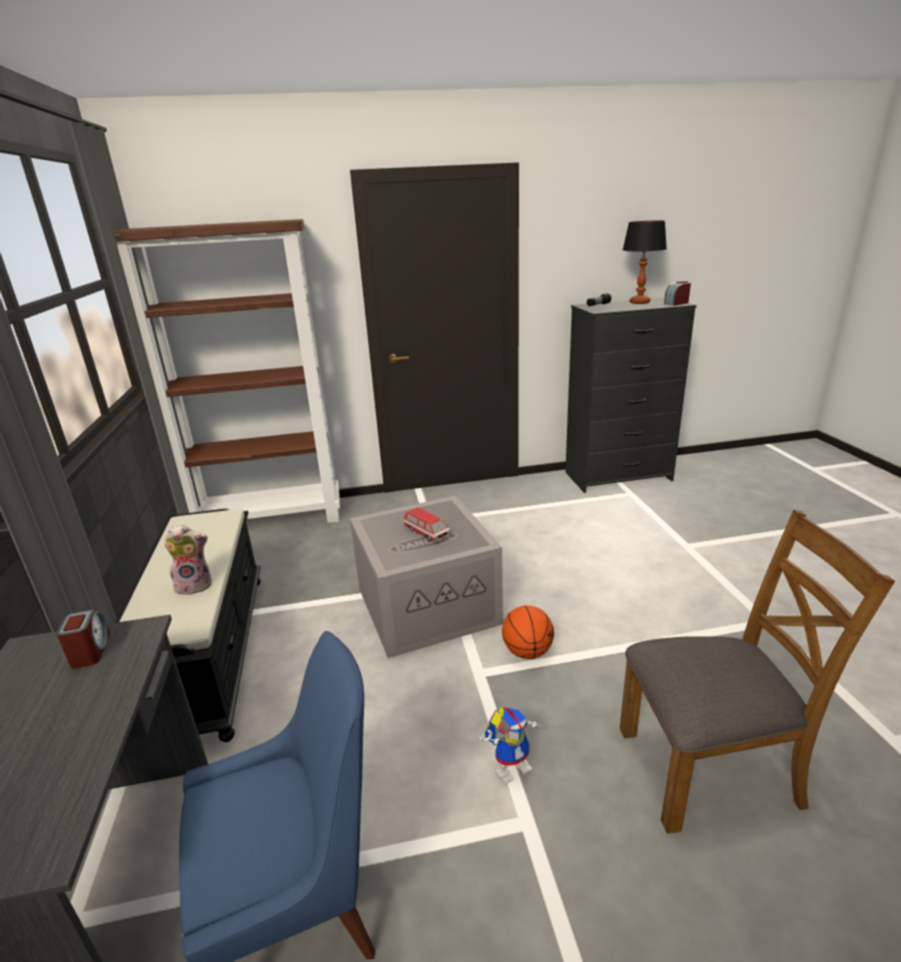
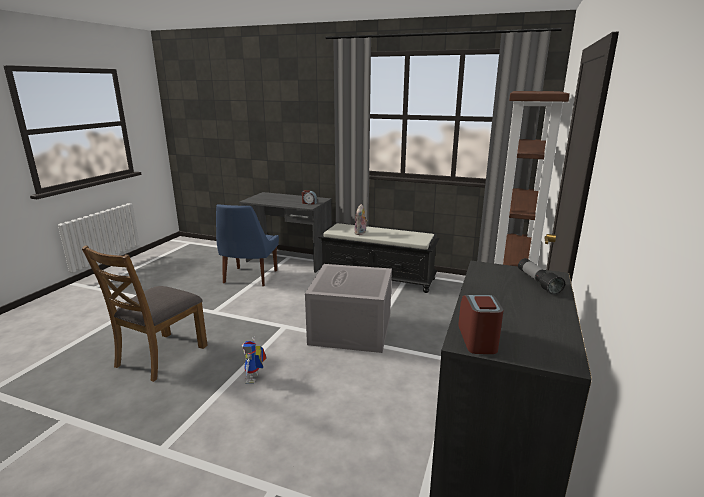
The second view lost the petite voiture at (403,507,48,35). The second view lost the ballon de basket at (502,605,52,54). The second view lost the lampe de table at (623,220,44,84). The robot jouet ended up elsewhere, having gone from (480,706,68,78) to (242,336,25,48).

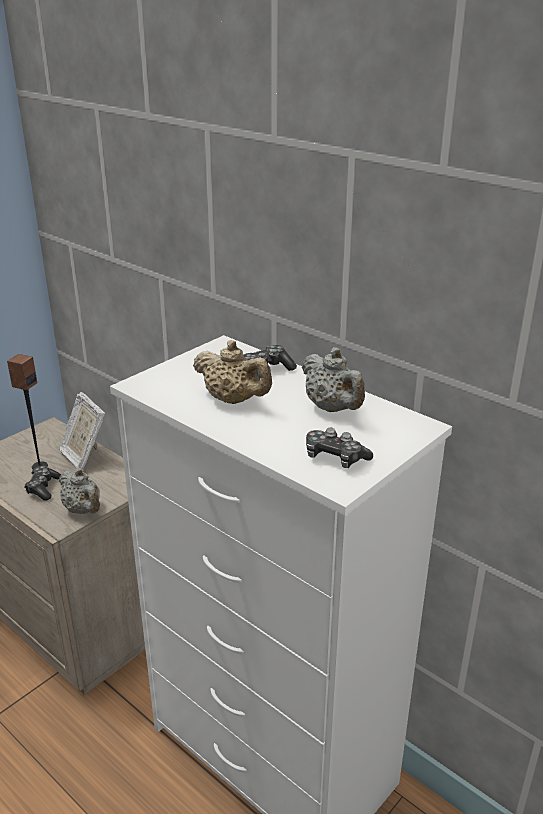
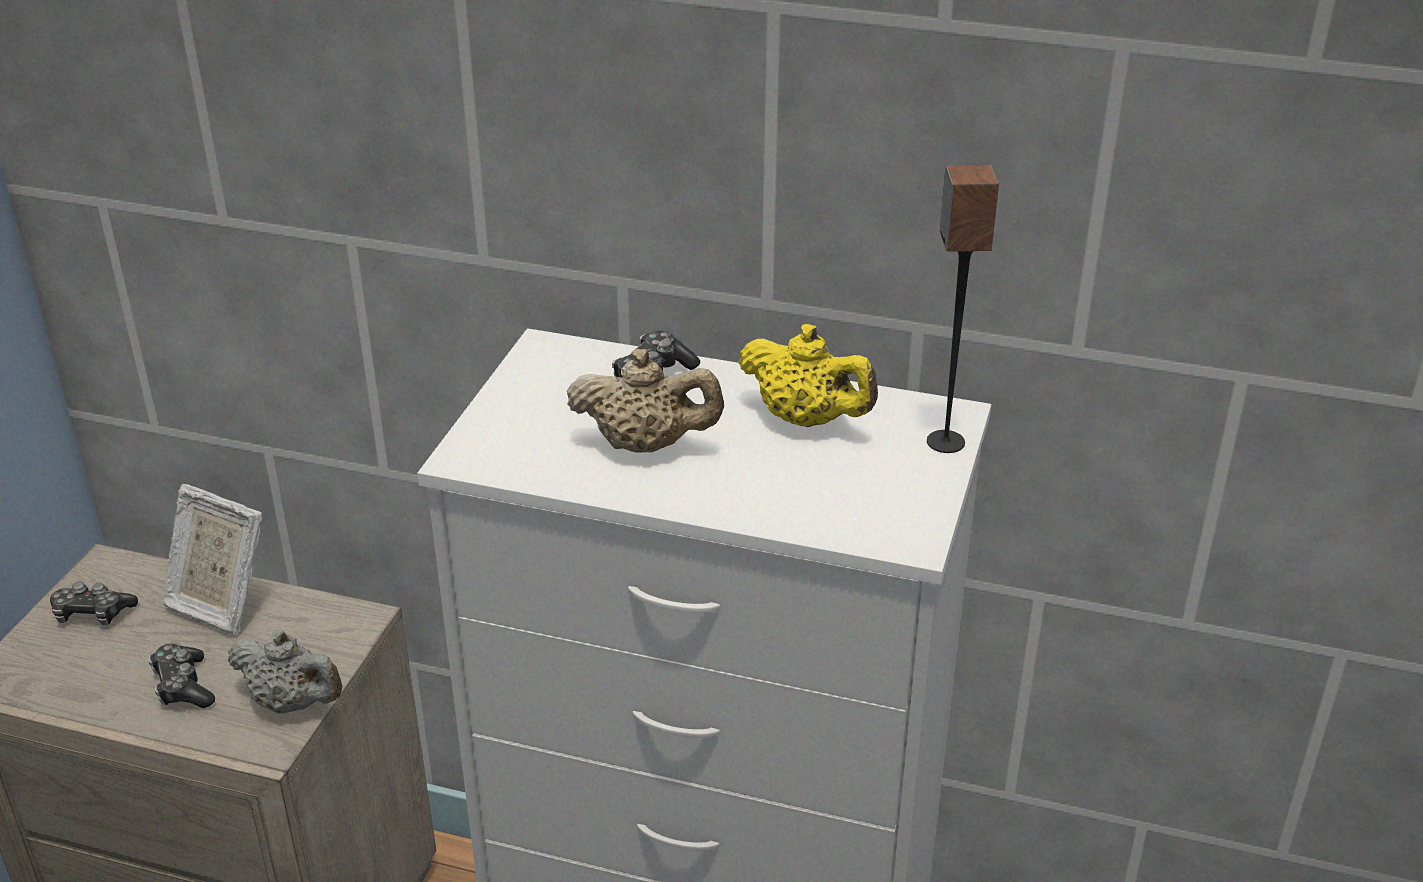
The enceinte ended up elsewhere, having gone from (7,354,41,115) to (927,165,72,288). The manette ended up elsewhere, having gone from (306,427,67,41) to (50,582,88,43). What was the théière (gris) at (302,347,63,65) turned into the théière (jaune) at (738,324,140,103).

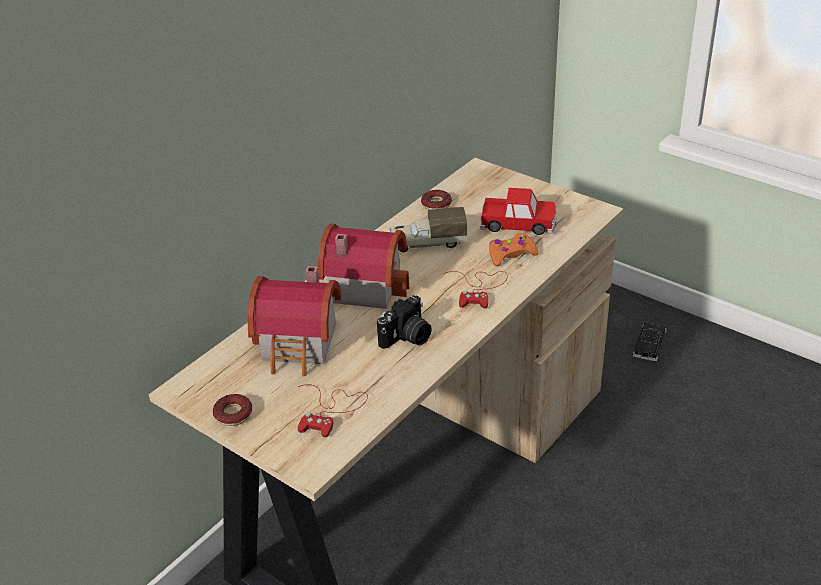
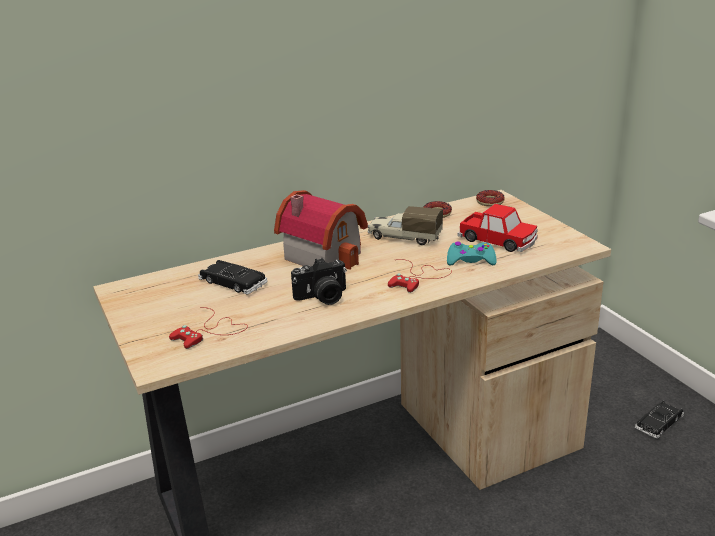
The beignet ended up elsewhere, having gone from (213,394,39,32) to (476,190,29,17). Where the maison miniature stood at (247,266,95,110), the petite voiture (noir) came to stand at (198,260,70,35). What was the manette (orange) at (489,233,50,33) turned into the manette (turquoise) at (447,242,50,24).

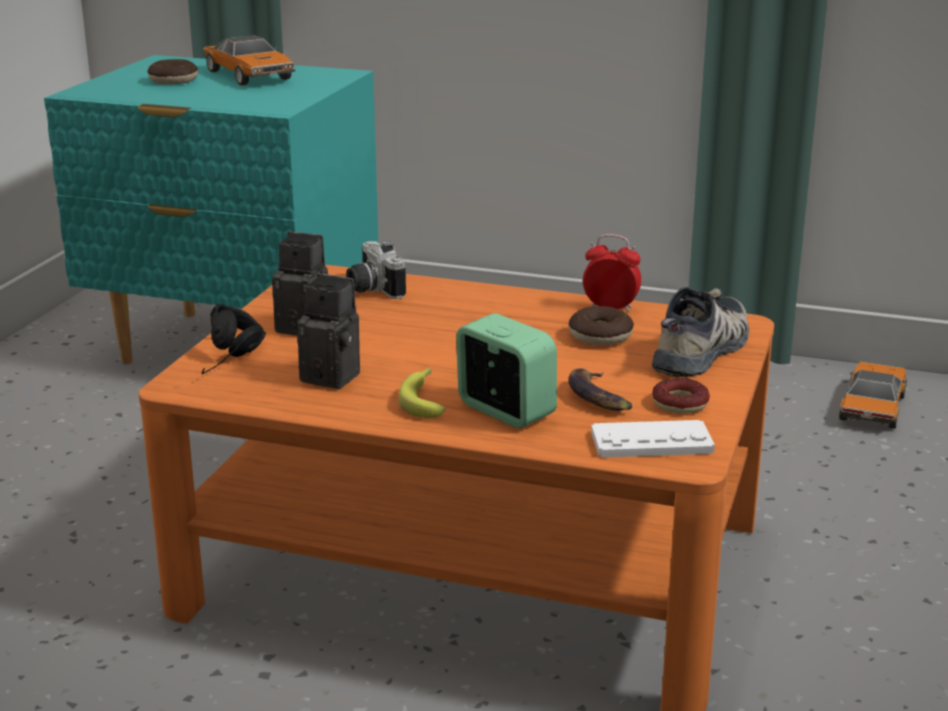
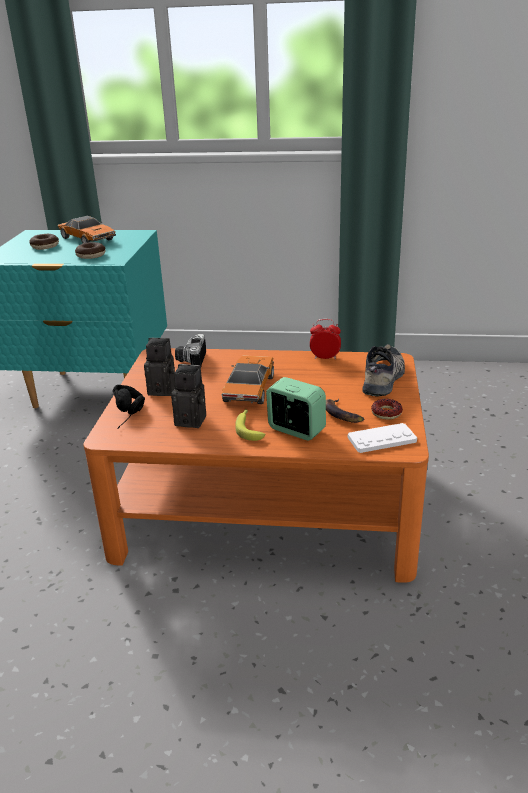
The beignet ended up elsewhere, having gone from (569,306,65,39) to (75,242,30,17). The petite voiture ended up elsewhere, having gone from (839,362,68,67) to (221,355,53,49). The appareil photo at (346,241,60,58) ended up facing another way, 45 degrees clockwise from before.

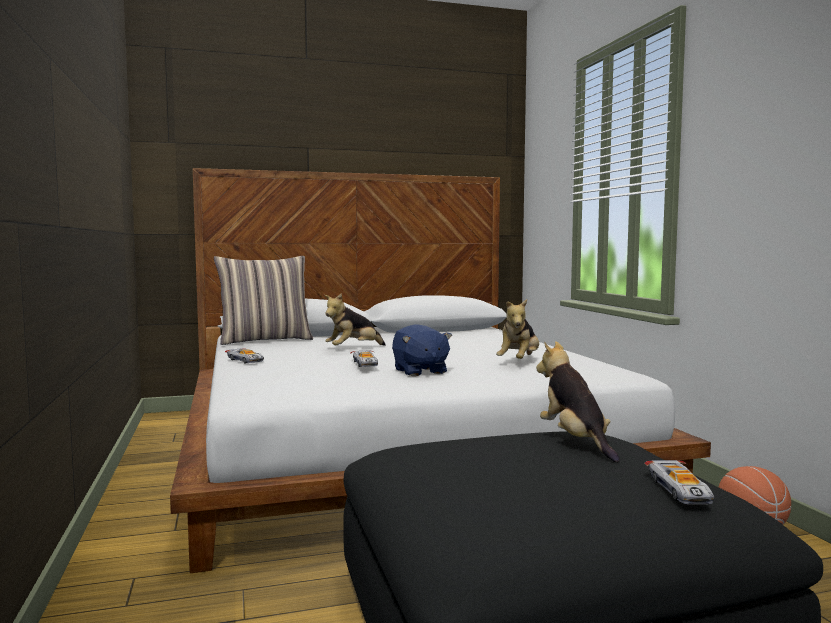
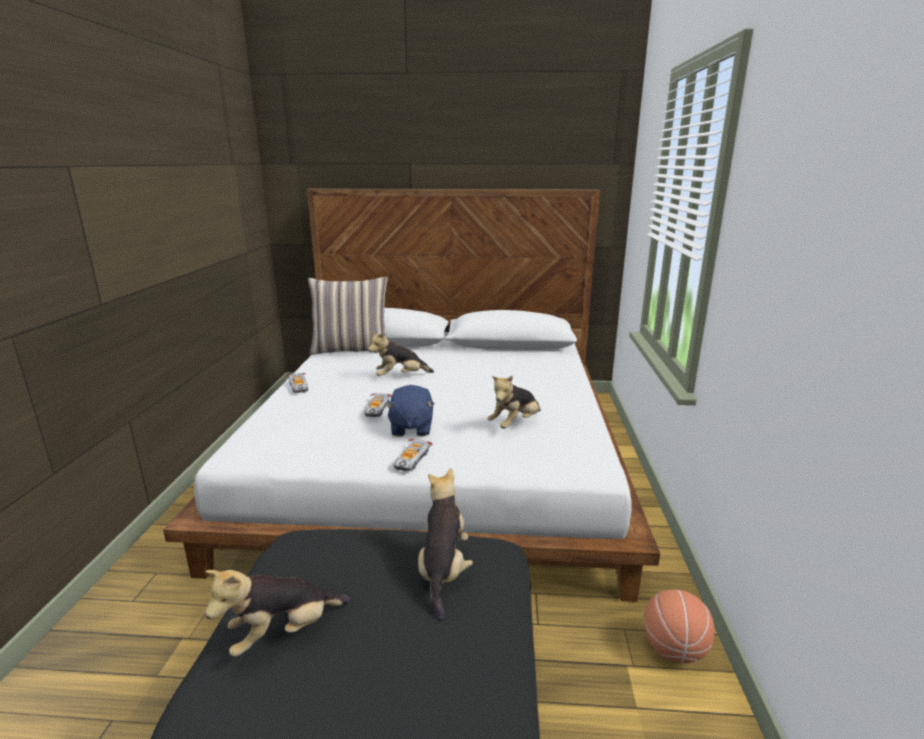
The second view gained the peluche at (205,570,145,87). The petite voiture ended up elsewhere, having gone from (644,460,70,44) to (394,439,38,33).

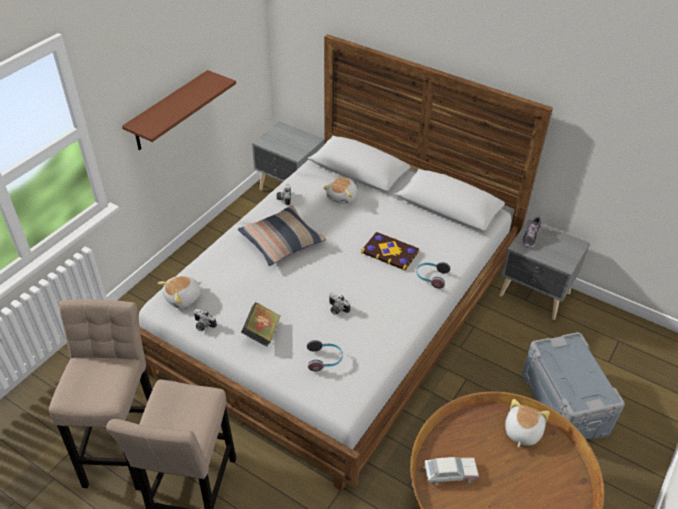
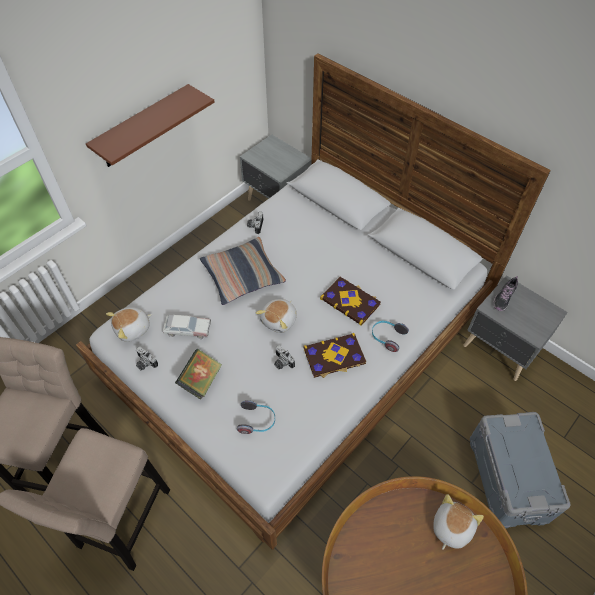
The second view gained the livre at (304,333,62,45). The peluche ended up elsewhere, having gone from (323,177,34,27) to (256,299,41,34). The petite voiture ended up elsewhere, having gone from (423,457,56,28) to (163,315,48,24).

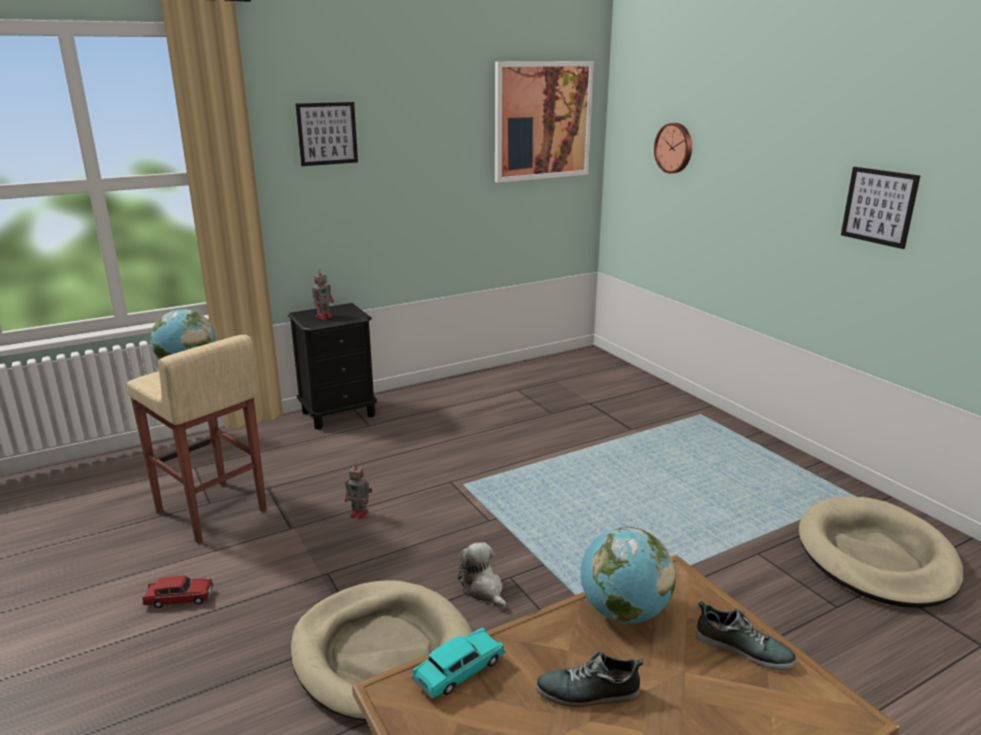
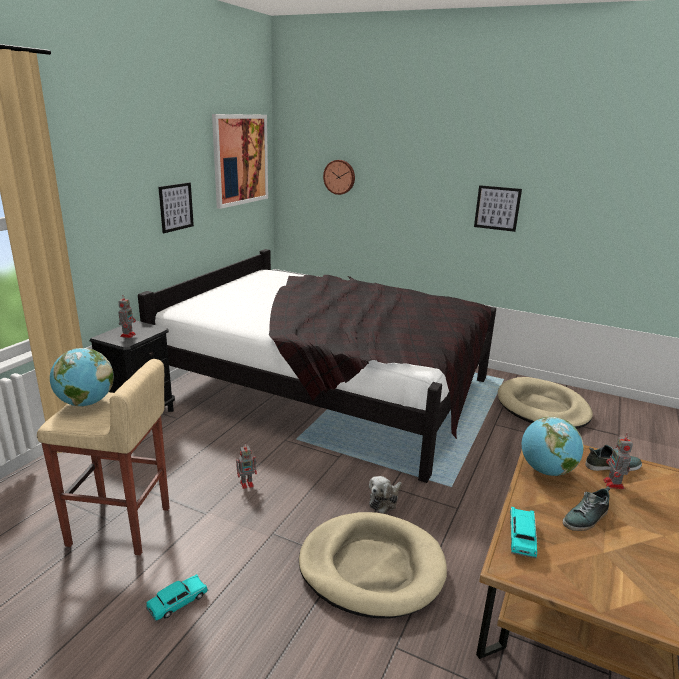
The second view gained the lit (noir) at (138,249,358,234). The second view gained the robot jouet at (603,433,30,56). The tableau ended up elsewhere, having gone from (295,102,63,64) to (158,182,36,51). What was the petite voiture (rouge) at (142,575,72,33) turned into the petite voiture (turquoise) at (146,574,62,48). The peluche at (458,542,48,67) ended up facing another way, 75 degrees counterclockwise from before.

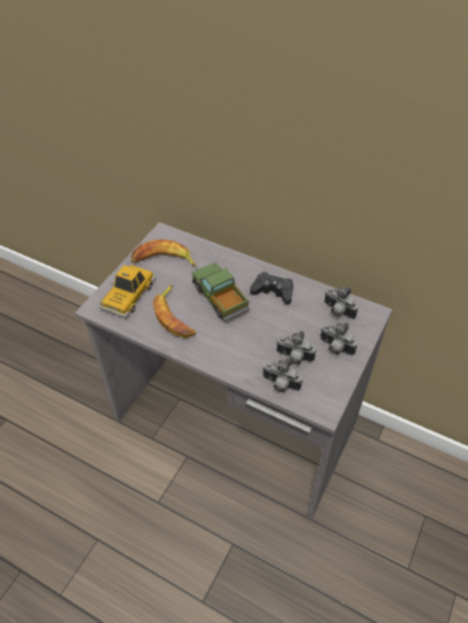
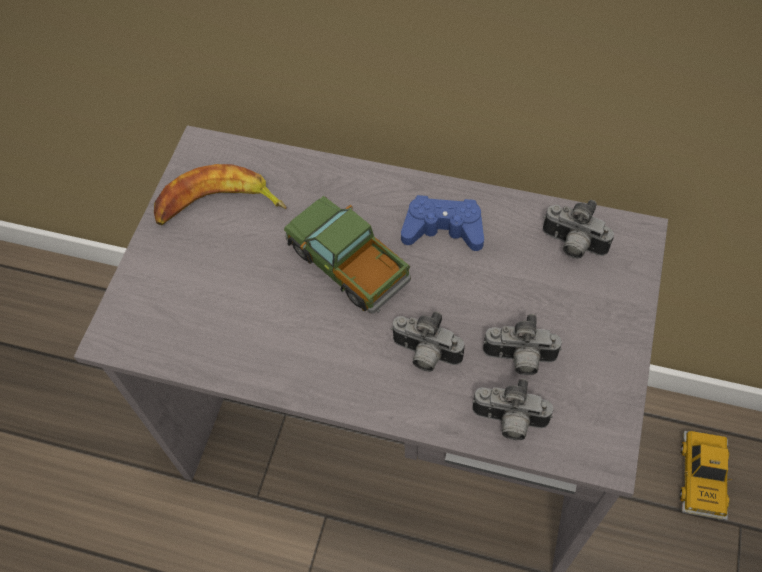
The second view lost the banane at (153,284,43,54). The petite voiture ended up elsewhere, having gone from (99,265,57,53) to (680,431,52,89). The appareil photo ended up elsewhere, having gone from (320,323,37,33) to (391,311,73,61). What was the manette (noir) at (250,272,43,32) turned into the manette (bleu) at (401,195,83,56).

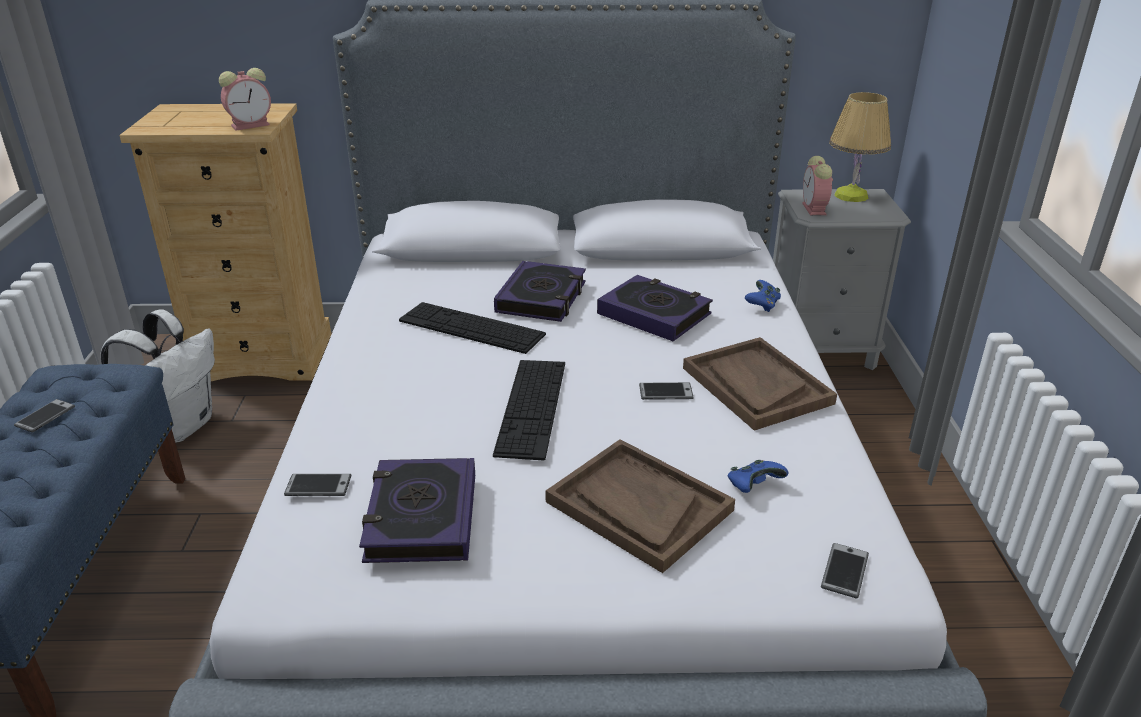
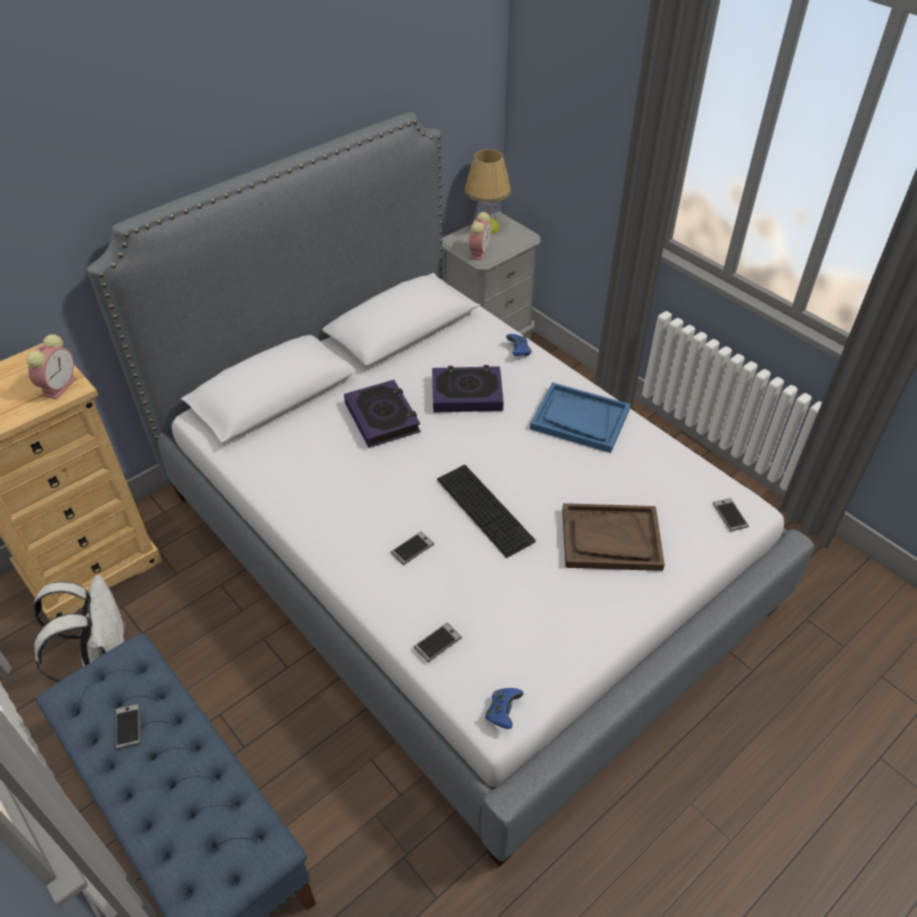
The second view lost the livre at (359,458,116,105). The second view lost the clavier at (399,302,147,52). The téléphone ended up elsewhere, having gone from (639,382,55,18) to (391,532,43,33). The manette (bleu) ended up elsewhere, having gone from (728,460,61,33) to (485,688,39,41). What was the plateau (marron) at (683,337,154,94) turned into the plateau (bleu) at (530,382,101,71). The réveil at (802,156,31,59) ended up facing another way, 120 degrees counterclockwise from before.

